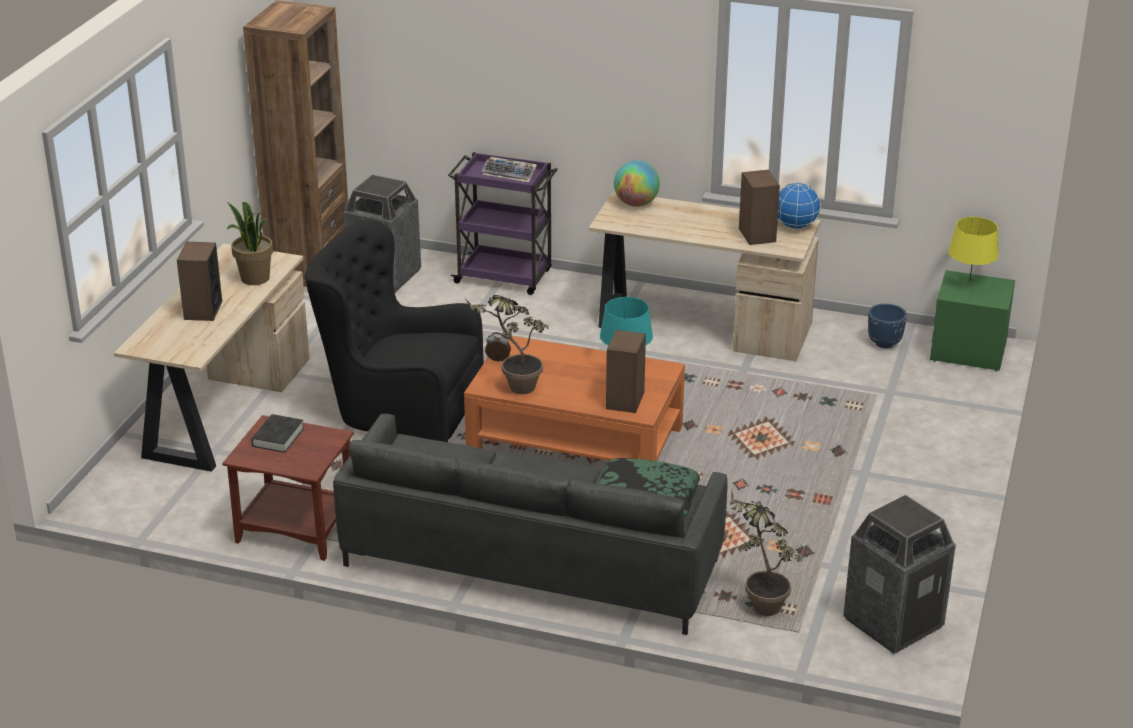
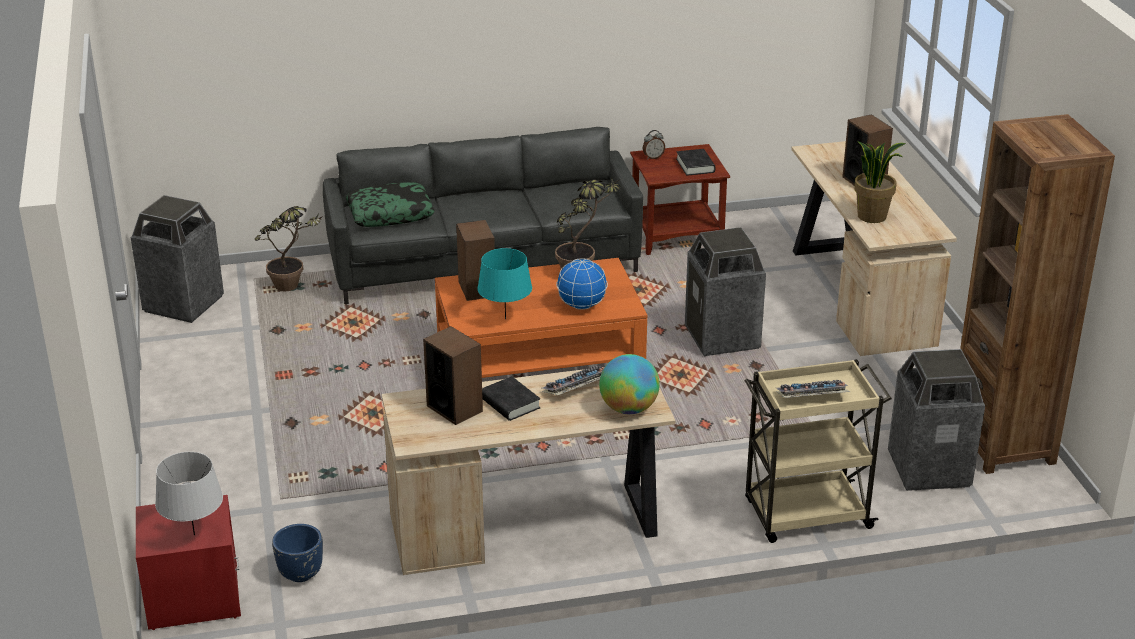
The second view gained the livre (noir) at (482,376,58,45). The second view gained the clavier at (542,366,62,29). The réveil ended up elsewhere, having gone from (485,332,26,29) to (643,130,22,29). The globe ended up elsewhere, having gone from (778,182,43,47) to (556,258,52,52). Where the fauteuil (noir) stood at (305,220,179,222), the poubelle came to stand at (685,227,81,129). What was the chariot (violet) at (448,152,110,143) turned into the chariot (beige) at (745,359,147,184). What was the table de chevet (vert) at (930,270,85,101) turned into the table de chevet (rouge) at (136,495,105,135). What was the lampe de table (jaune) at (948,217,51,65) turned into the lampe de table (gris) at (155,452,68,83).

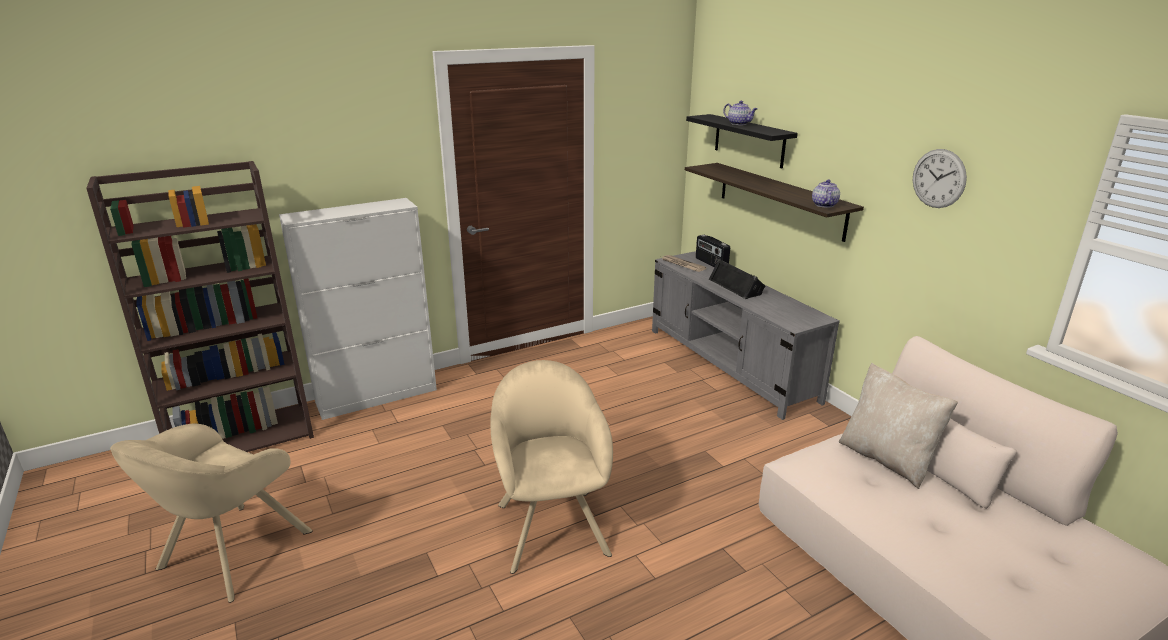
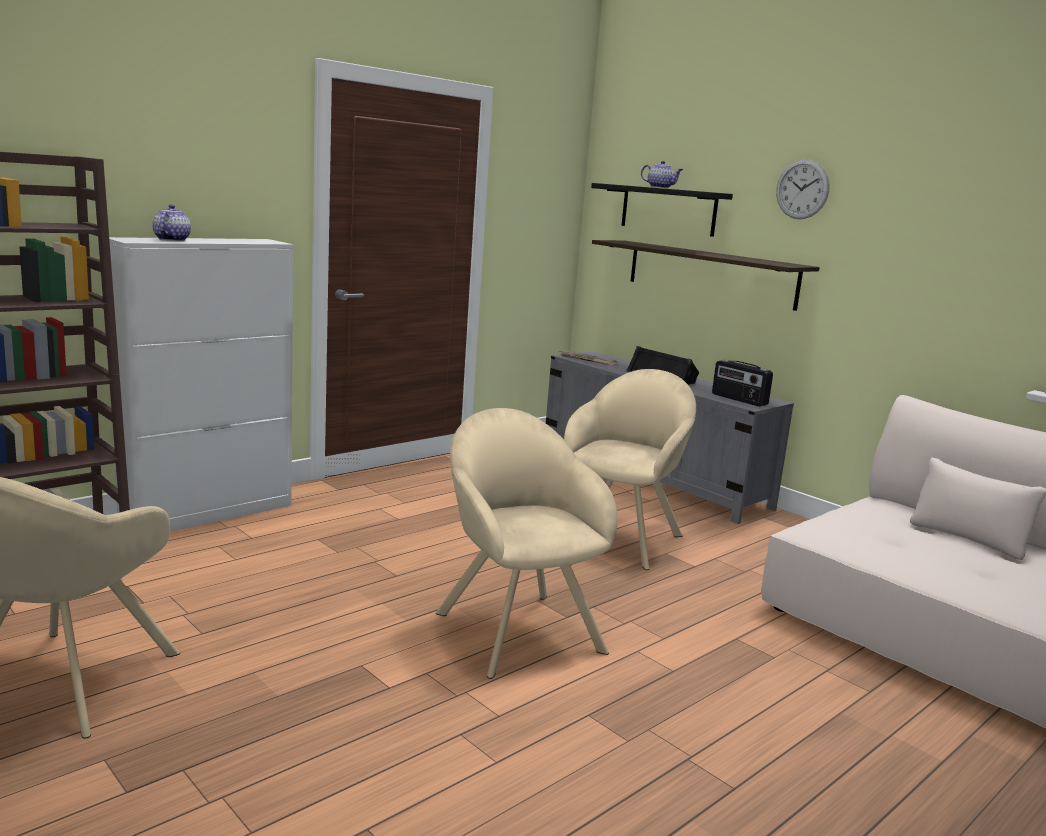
The second view lost the coussin (beige) at (839,363,119,126). The second view gained the fauteuil (beige) at (564,369,132,201). The radio ended up elsewhere, having gone from (696,235,34,32) to (712,360,61,47). The théière ended up elsewhere, having gone from (812,180,28,28) to (152,204,39,37). The horloge murale ended up elsewhere, having gone from (913,149,54,59) to (776,159,54,60).

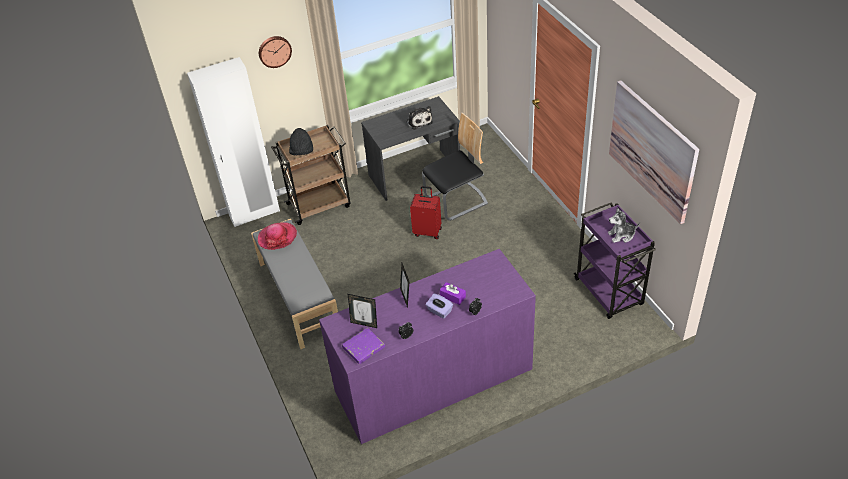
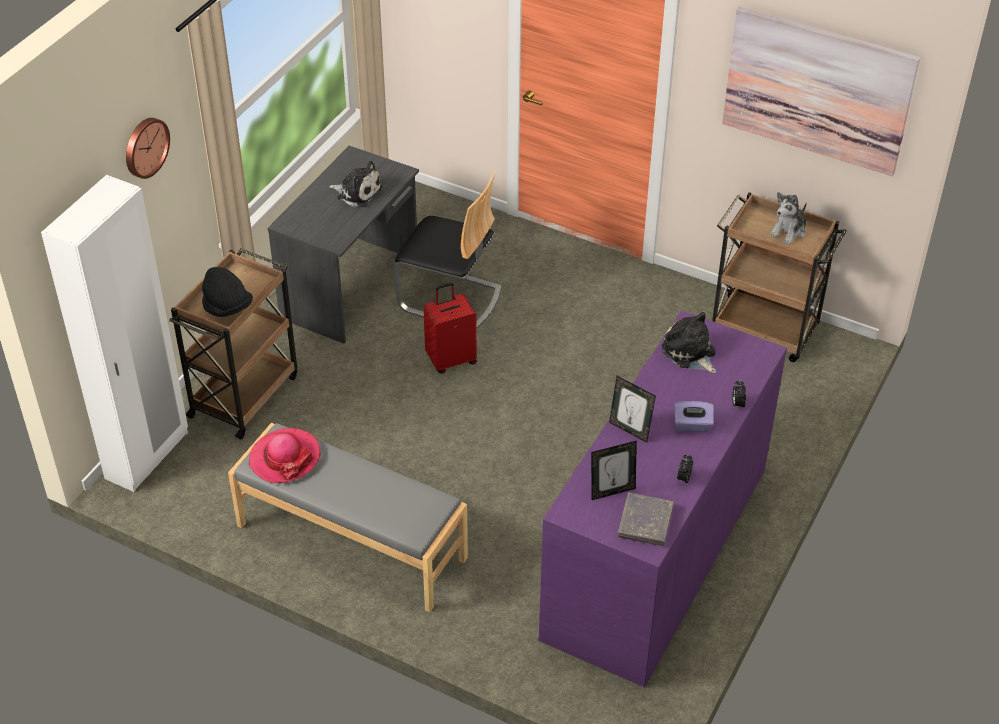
The second view lost the boîte à mouchoirs (violet) at (440,282,26,23). The second view gained the peluche at (662,312,54,61). What was the livre (violet) at (342,328,43,36) turned into the livre (gris) at (618,493,56,53). What was the chariot (violet) at (574,202,82,117) turned into the chariot (marron) at (712,192,135,170). The chaise at (422,113,66,108) ended up facing another way, 90 degrees clockwise from before.

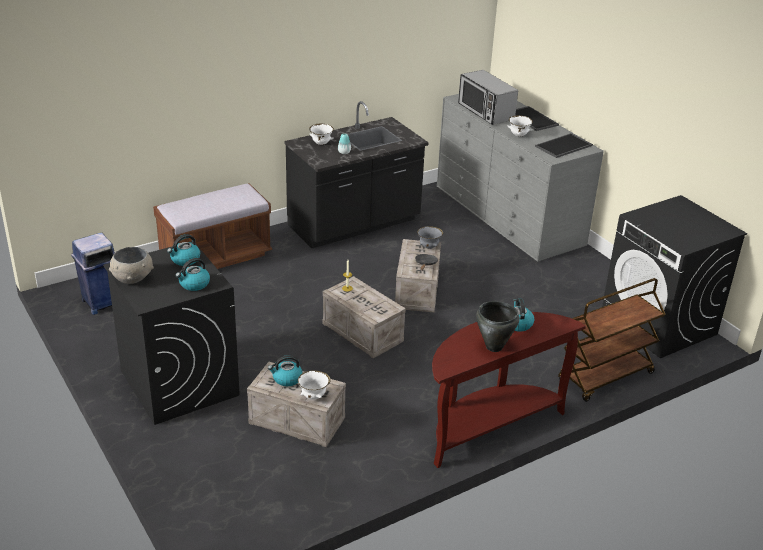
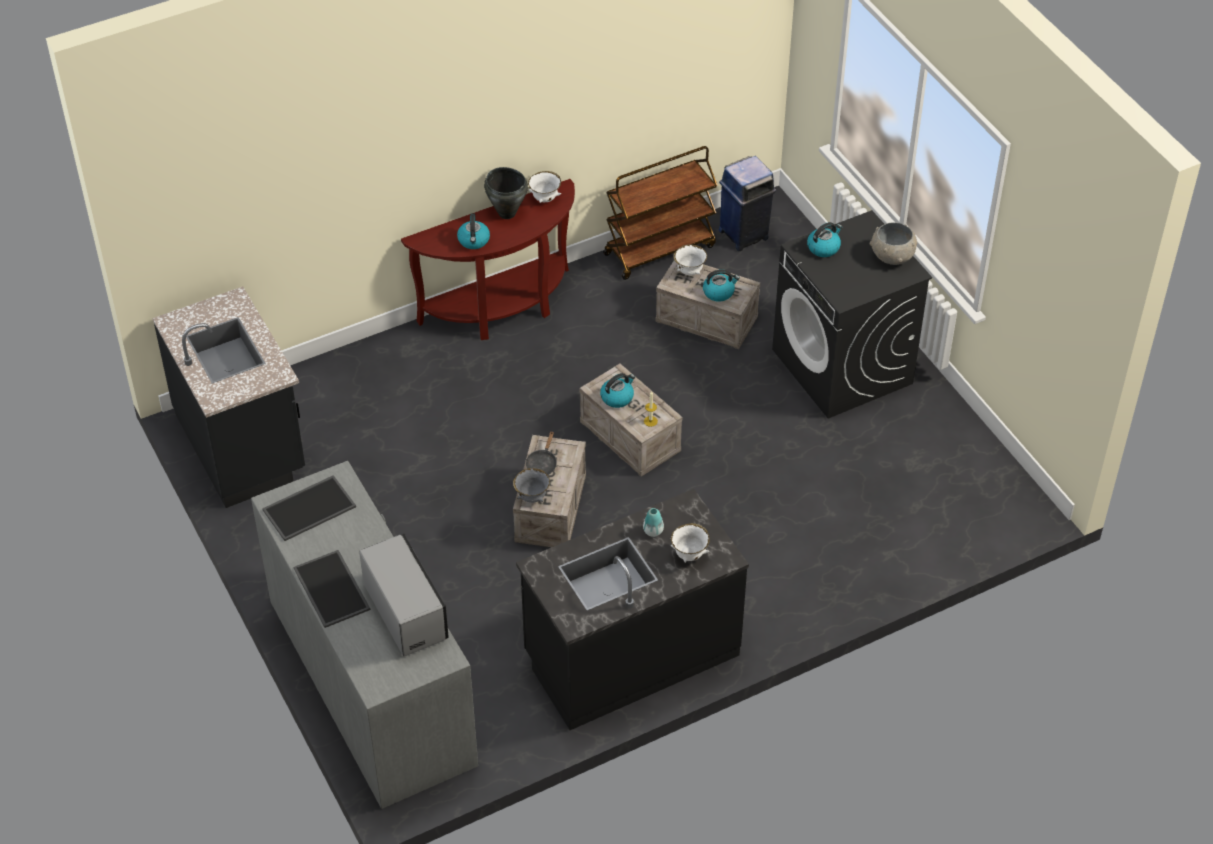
The second view lost the banc (marron) at (153,183,119,86). The poubelle (bleu) ended up elsewhere, having gone from (71,232,44,83) to (719,156,57,95). The bouilloire ended up elsewhere, having gone from (167,234,33,32) to (600,373,35,35). The bol (blanc) ended up elsewhere, having gone from (507,115,26,22) to (528,171,33,32). The chariot (marron) ended up elsewhere, having gone from (558,278,107,124) to (603,146,115,134). Where the lave-linge (noir) stood at (602,195,145,163), the comptoir de cuisine (noir) came to stand at (153,286,152,222).

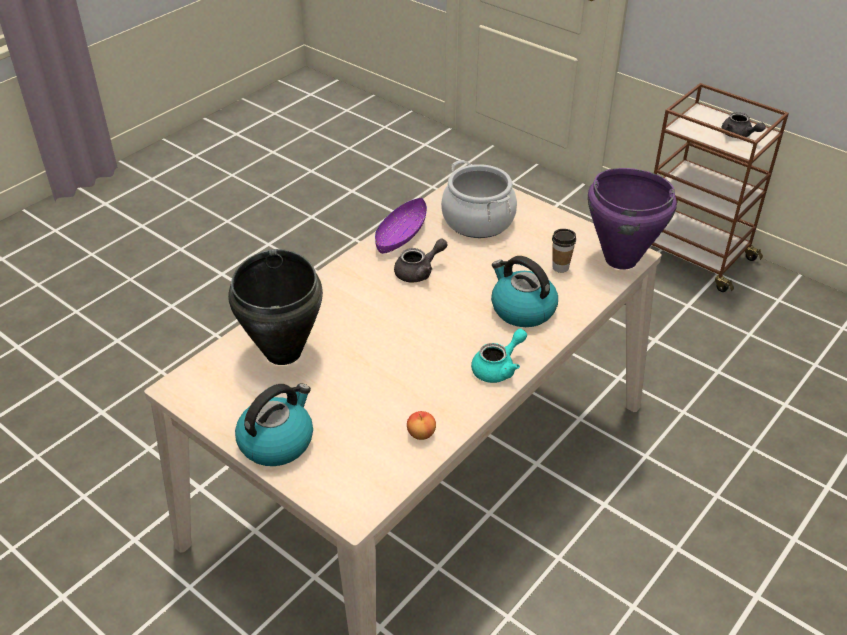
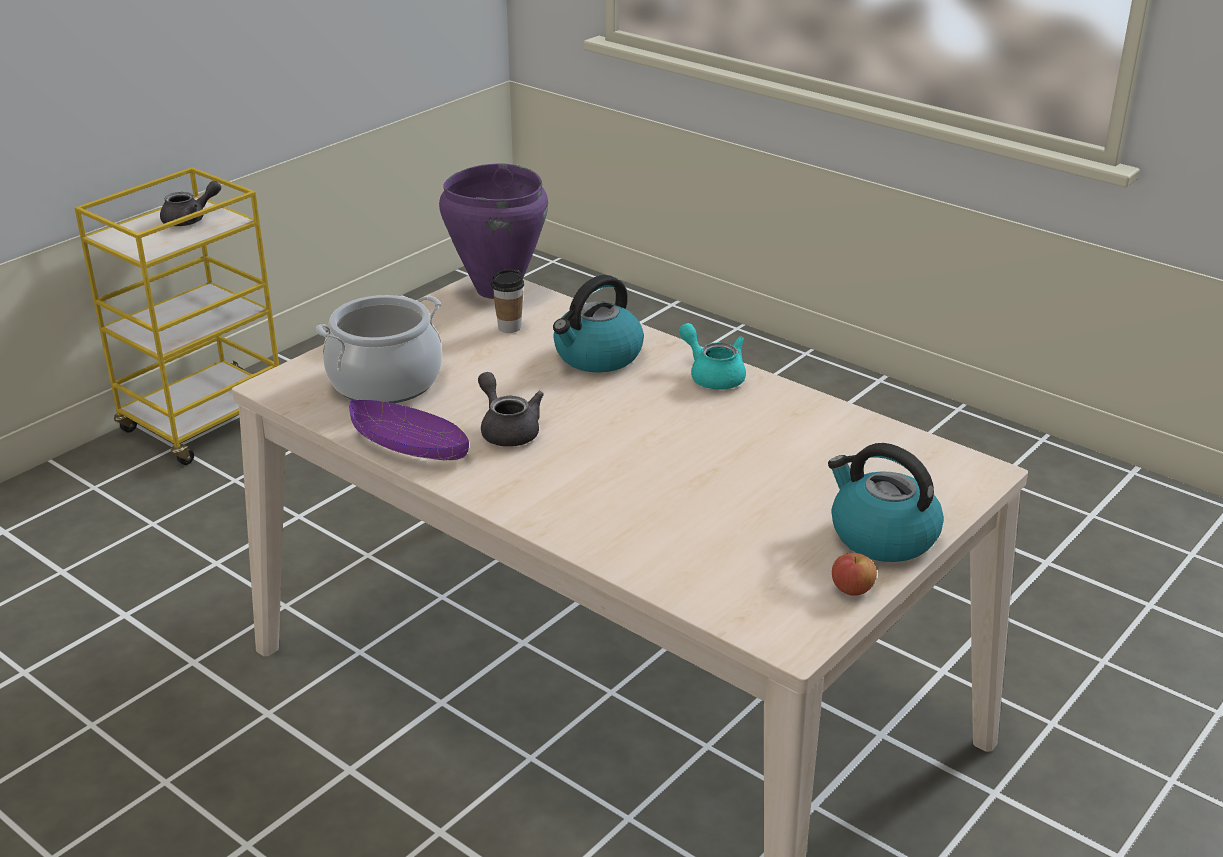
The second view lost the marmite (noir) at (228,249,95,116). The pomme ended up elsewhere, having gone from (407,411,29,29) to (832,553,45,43). What was the chariot (marron) at (652,83,137,209) turned into the chariot (jaune) at (75,167,204,298).

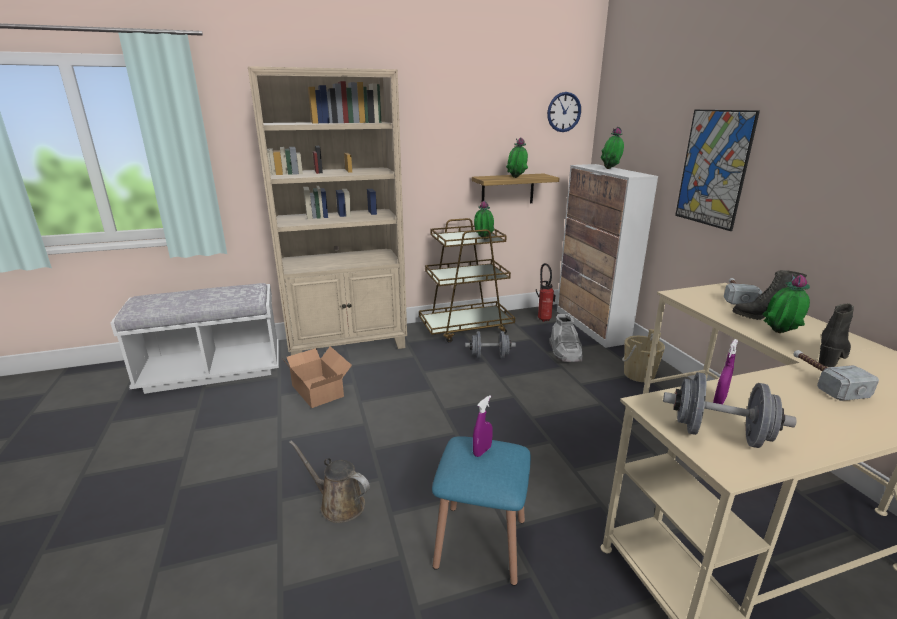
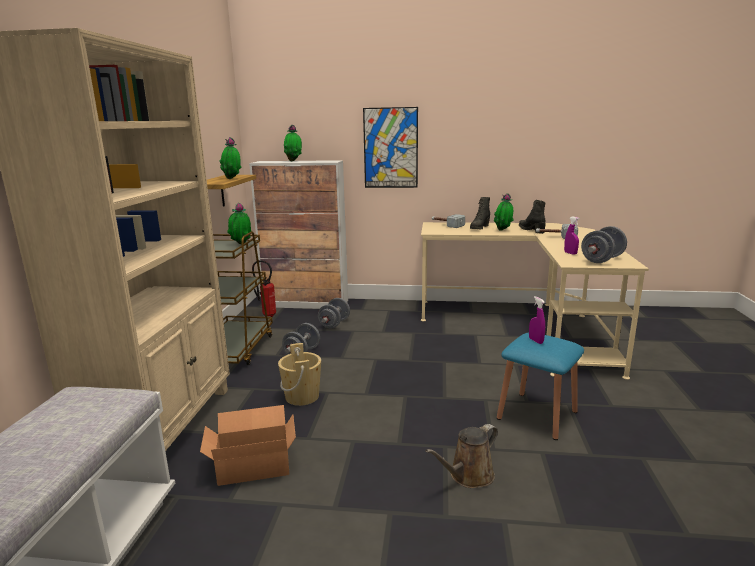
The second view lost the horloge murale at (547,92,34,40). The seau (beige) ended up elsewhere, having gone from (622,329,43,53) to (278,343,43,63). Where the botte (gris) stood at (549,314,34,48), the haltère (gris) came to stand at (318,298,32,31).

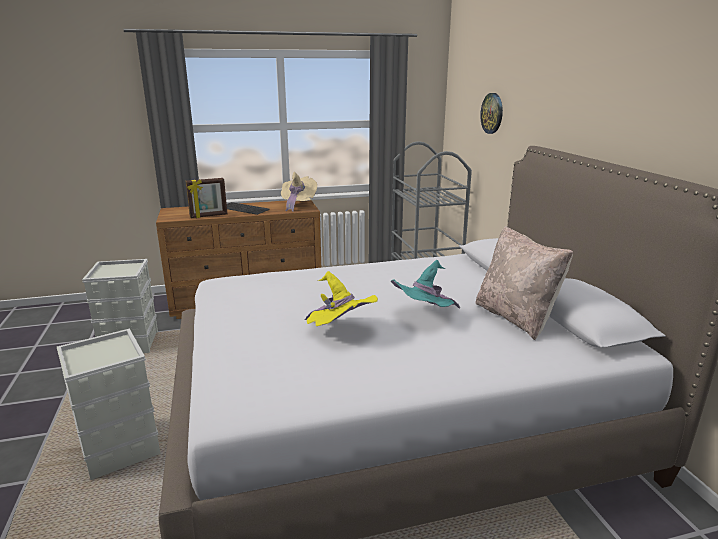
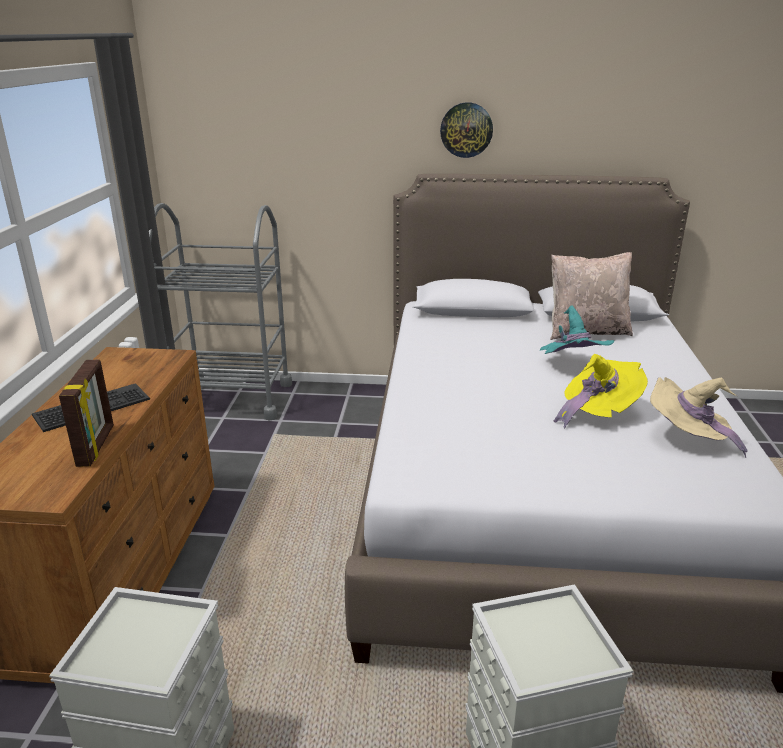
The chapeau (beige) ended up elsewhere, having gone from (281,172,36,40) to (650,377,98,82). The horloge murale ended up elsewhere, having gone from (480,93,23,41) to (440,102,53,56).

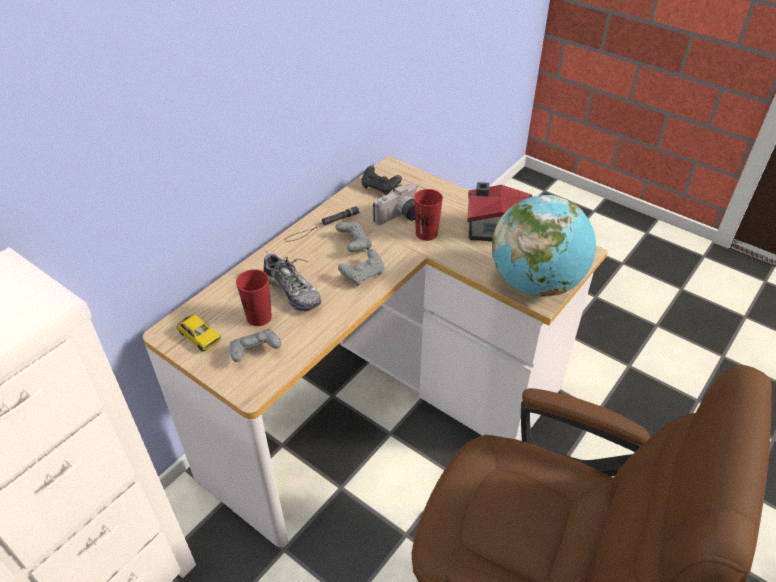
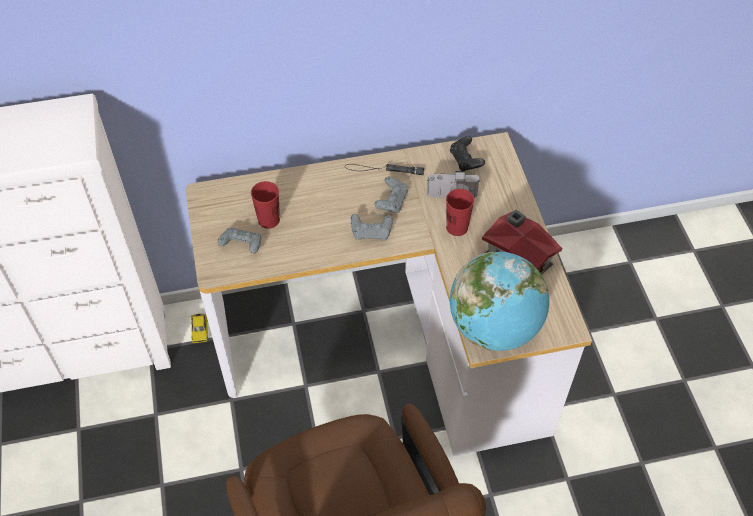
The second view lost the chaussure at (263,253,58,59). The petite voiture ended up elsewhere, having gone from (176,314,46,38) to (191,313,17,30).

